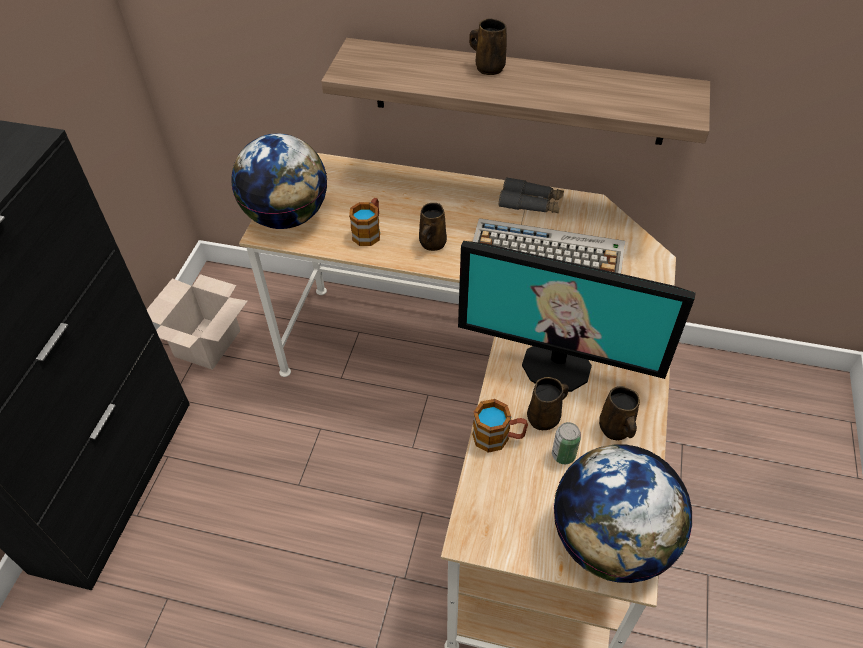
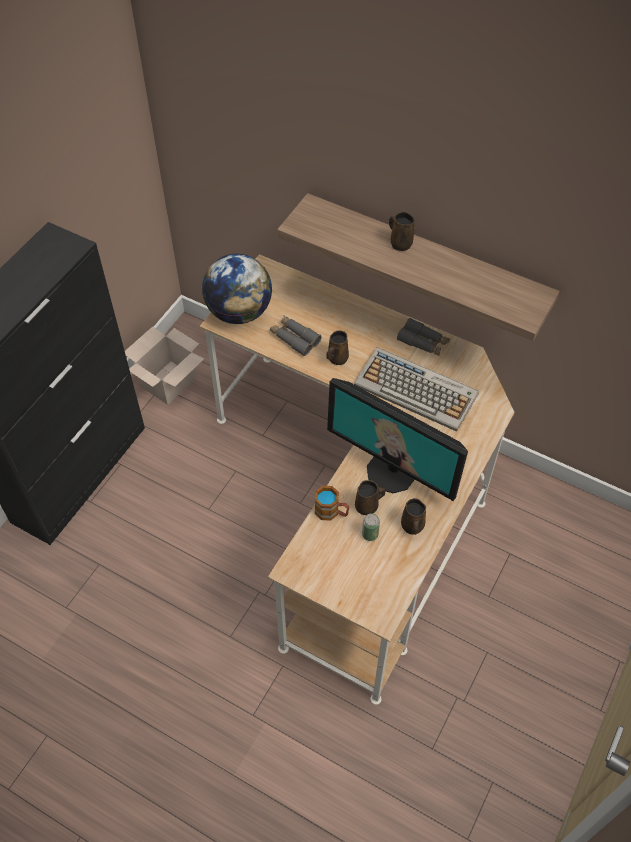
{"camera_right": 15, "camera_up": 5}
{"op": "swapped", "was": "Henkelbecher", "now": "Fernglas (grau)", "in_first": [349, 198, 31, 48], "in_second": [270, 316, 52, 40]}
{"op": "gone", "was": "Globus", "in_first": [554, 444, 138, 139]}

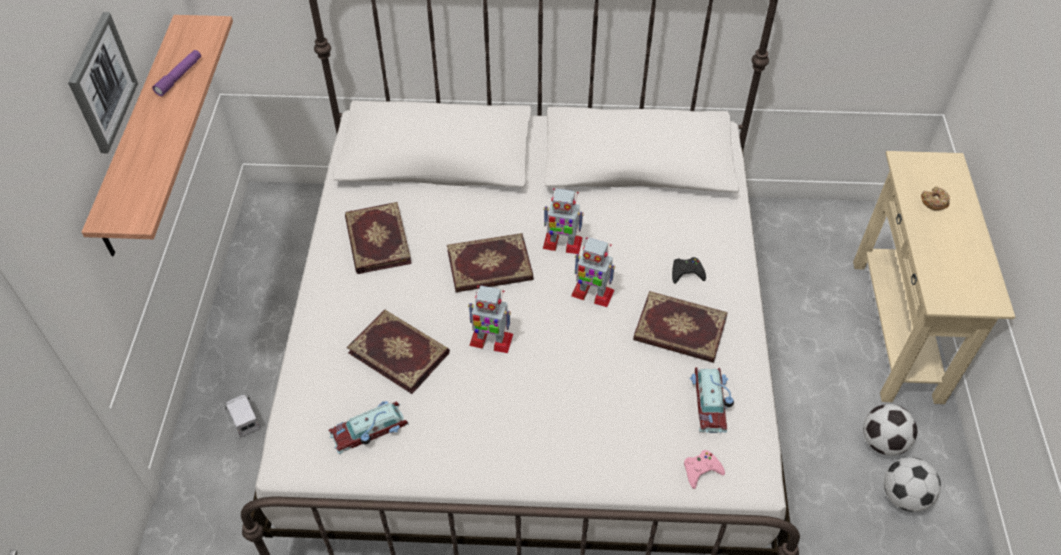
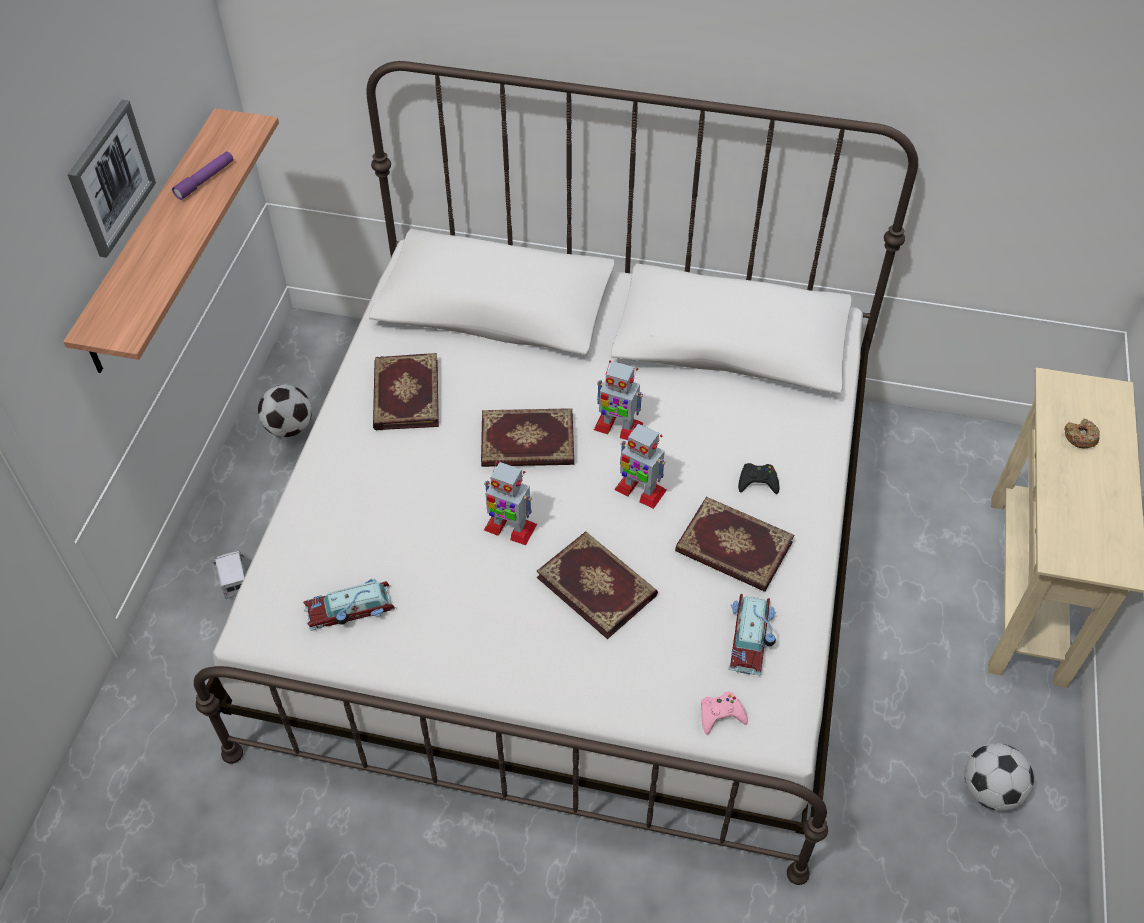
{"camera_right": 10, "camera_up": 0}
{"op": "shifted", "was": "Fußball", "in_first": [863, 404, 54, 52], "in_second": [258, 385, 54, 52]}
{"op": "shifted", "was": "Buch", "in_first": [347, 310, 103, 84], "in_second": [537, 531, 121, 108]}

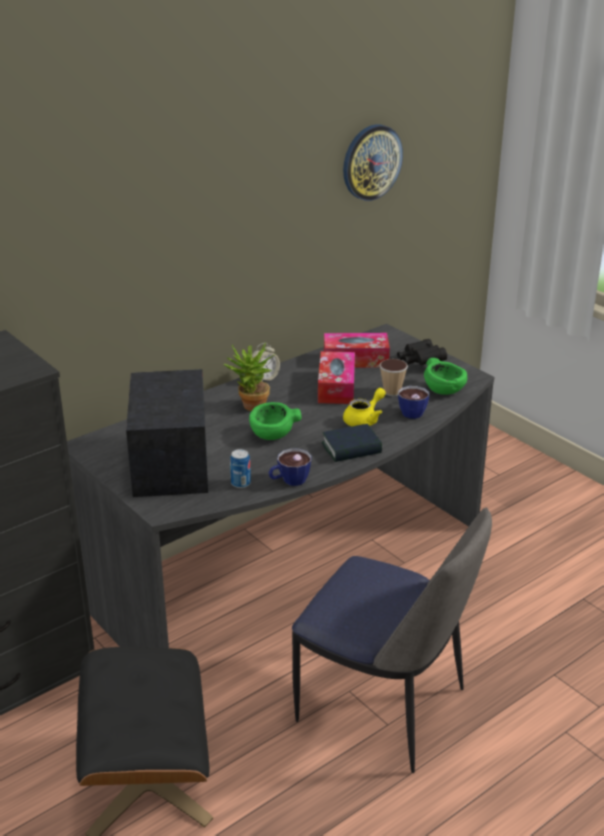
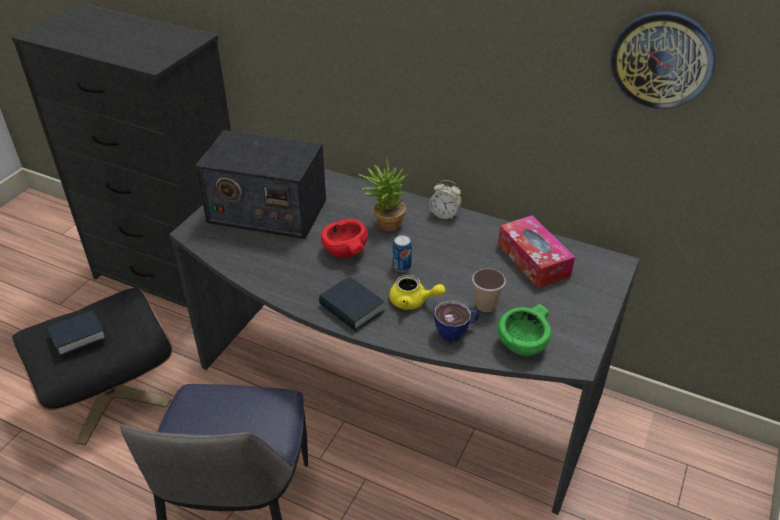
{"camera_right": 65, "camera_up": 10}
{"op": "new", "now": "Buch", "in_second": [47, 310, 59, 46]}
{"op": "rotated", "was": "Radio", "in_first": [126, 369, 82, 128], "in_second": [195, 130, 131, 109], "clockwise": -135}
{"op": "repainted", "was": "Schüssel (grün)", "now": "Schüssel (rot)", "in_first": [249, 402, 53, 38], "in_second": [321, 219, 47, 39]}
{"op": "shifted", "was": "Dose", "in_first": [230, 449, 21, 39], "in_second": [393, 235, 19, 37]}
{"op": "gone", "was": "Tasse", "in_first": [268, 448, 43, 38]}
{"op": "gone", "was": "Taschentuchbox", "in_first": [318, 351, 37, 53]}
{"op": "gone", "was": "Fernglas (schwarz)", "in_first": [397, 339, 50, 26]}

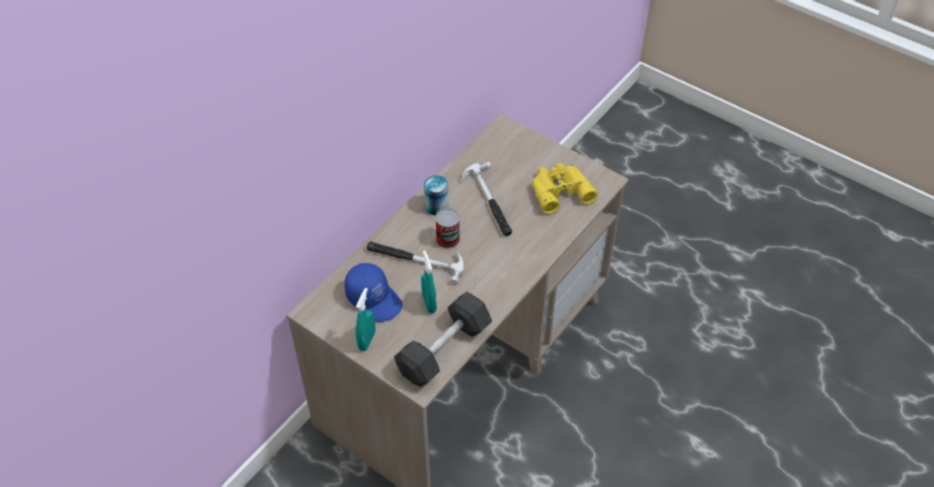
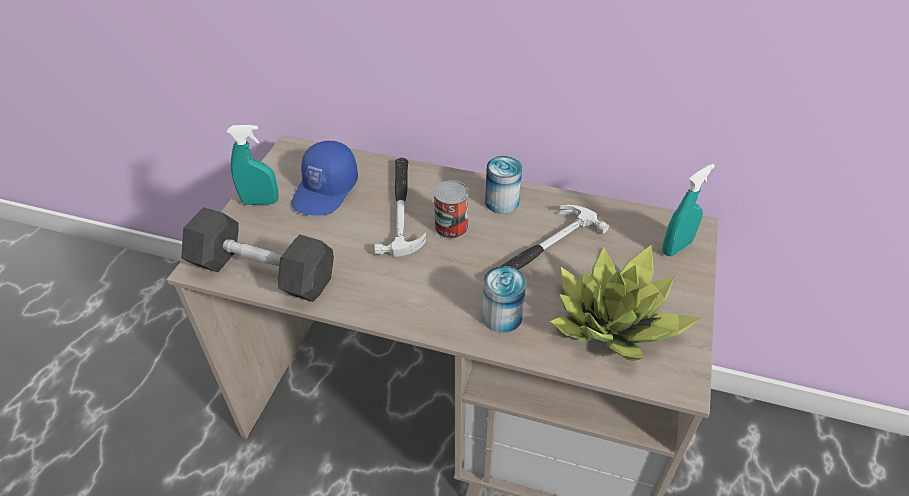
{"camera_right": 70, "camera_up": -5}
{"op": "new", "now": "Dose", "in_second": [482, 266, 44, 67]}
{"op": "swapped", "was": "Fernglas (gelb)", "now": "Topfpflanze", "in_first": [532, 163, 66, 51], "in_second": [550, 245, 151, 116]}
{"op": "shifted", "was": "Sprühflasche (türkis)", "in_first": [421, 250, 16, 64], "in_second": [662, 164, 53, 92]}

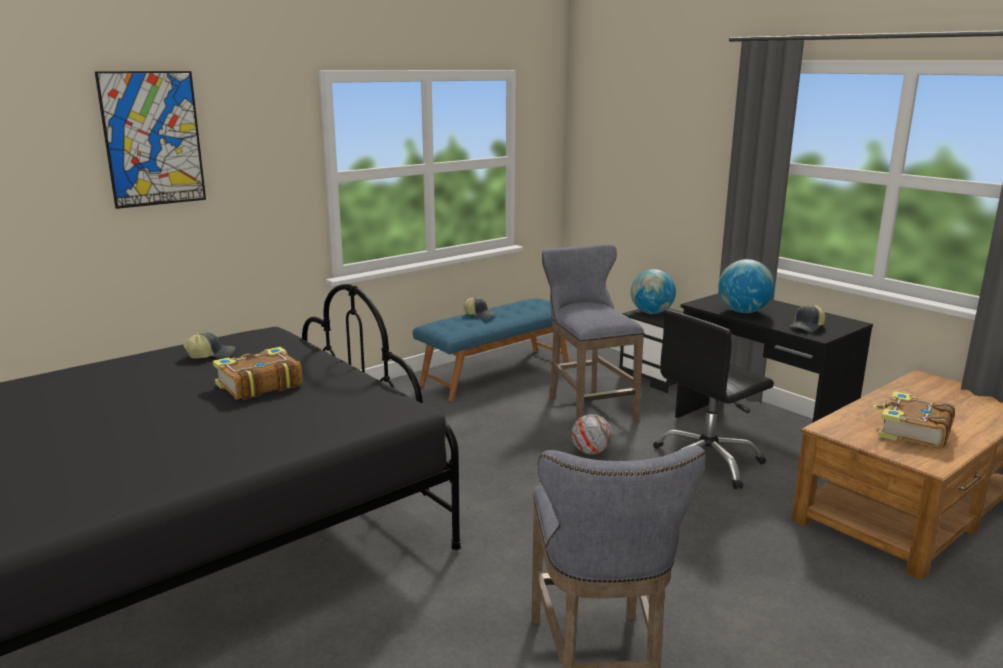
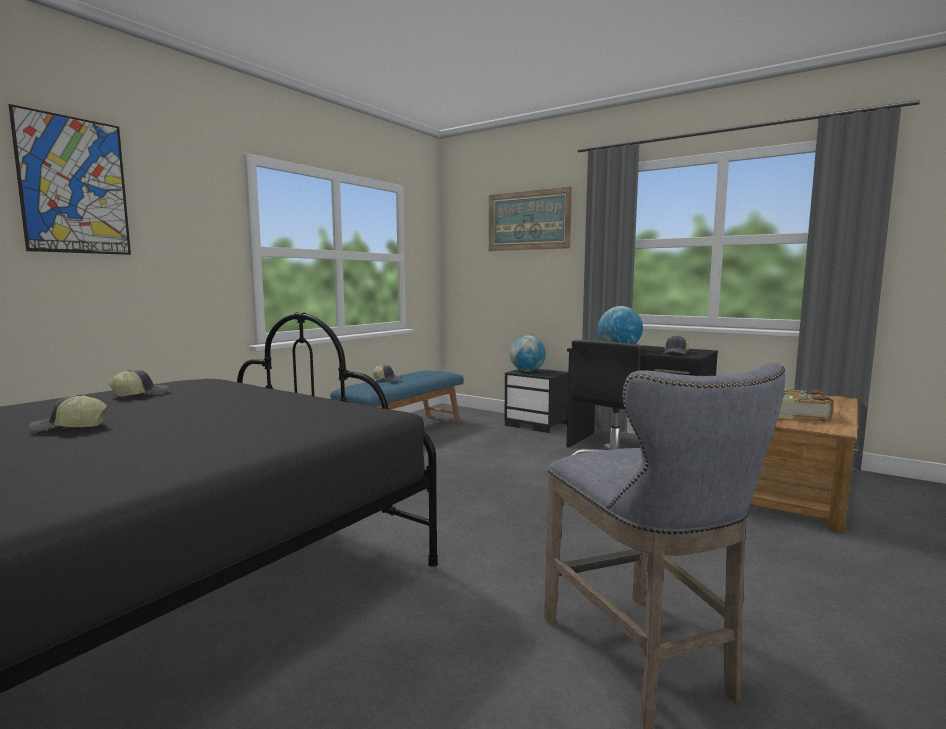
{"camera_right": -15, "camera_up": -10}
{"op": "new", "now": "Kappe", "in_second": [28, 394, 80, 38]}
{"op": "new", "now": "Bild", "in_second": [489, 186, 83, 65]}
{"op": "gone", "was": "Buch", "in_first": [213, 347, 90, 53]}
{"op": "gone", "was": "Hocker (grau)", "in_first": [542, 244, 102, 178]}
{"op": "gone", "was": "Fußball", "in_first": [571, 414, 41, 40]}

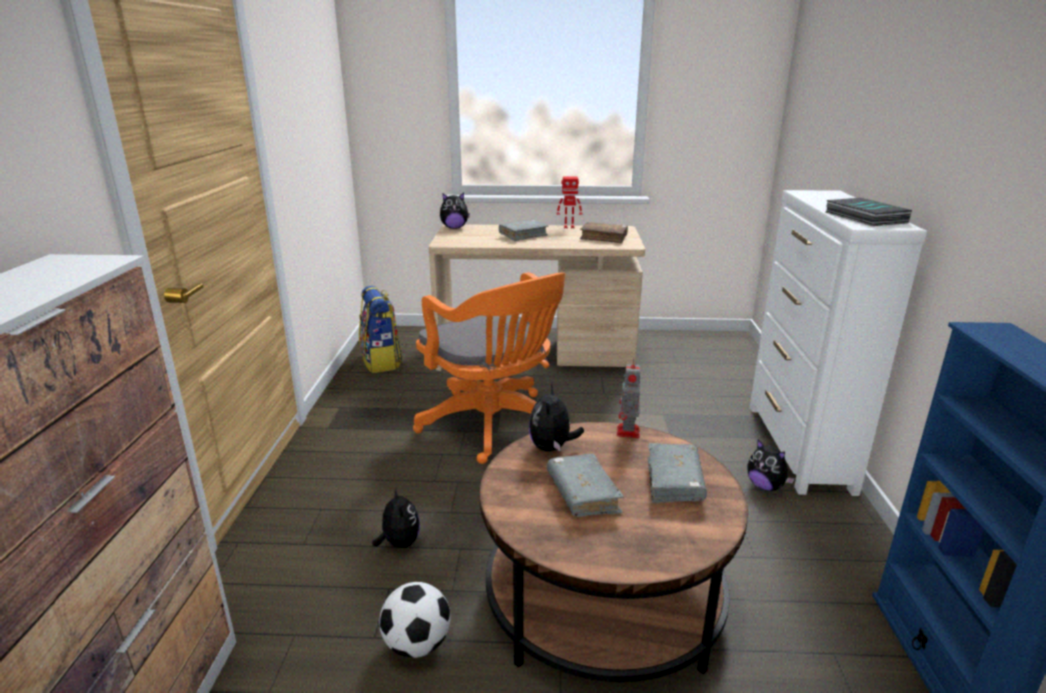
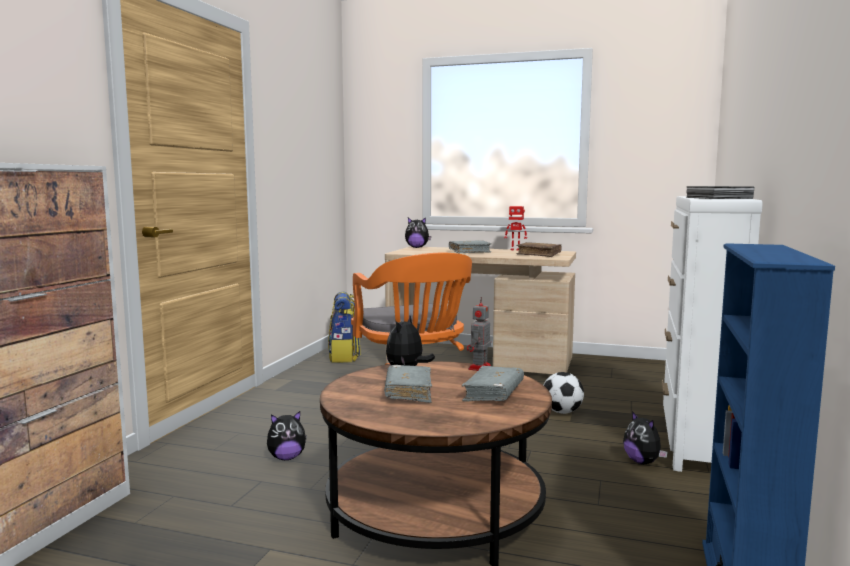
{"camera_right": 15, "camera_up": -15}
{"op": "rotated", "was": "Plüschtier", "in_first": [372, 487, 48, 61], "in_second": [267, 411, 40, 49], "clockwise": 75}
{"op": "shifted", "was": "Fußball", "in_first": [379, 582, 72, 76], "in_second": [543, 372, 41, 42]}

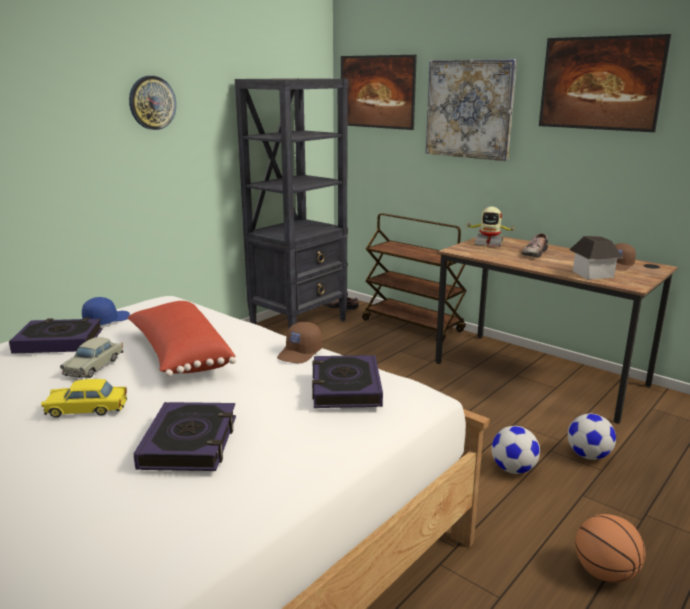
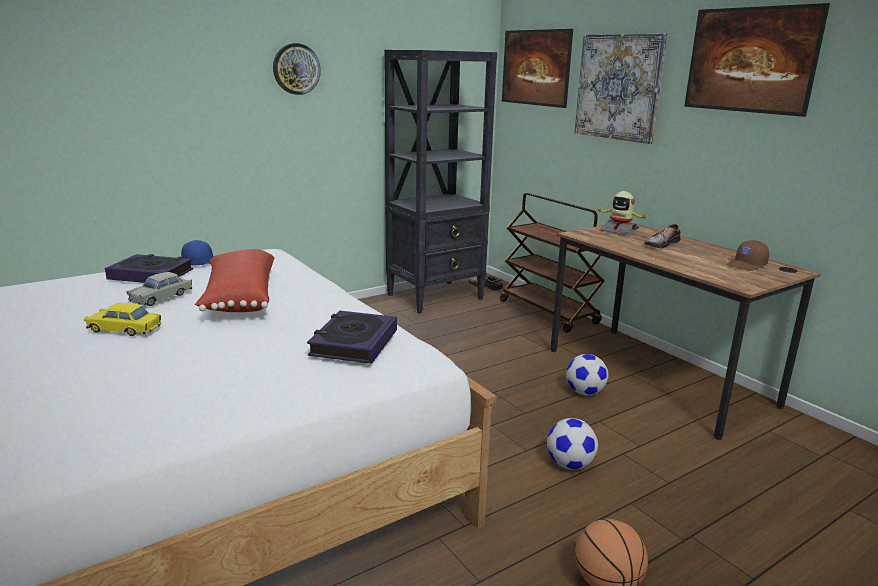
{"camera_right": 15, "camera_up": 0}
{"op": "shifted", "was": "Fußball", "in_first": [568, 413, 48, 47], "in_second": [566, 354, 42, 41]}
{"op": "gone", "was": "Buch", "in_first": [134, 402, 102, 69]}
{"op": "gone", "was": "Kappe (braun)", "in_first": [277, 322, 45, 41]}
{"op": "gone", "was": "Spielzeughaus", "in_first": [570, 236, 53, 43]}

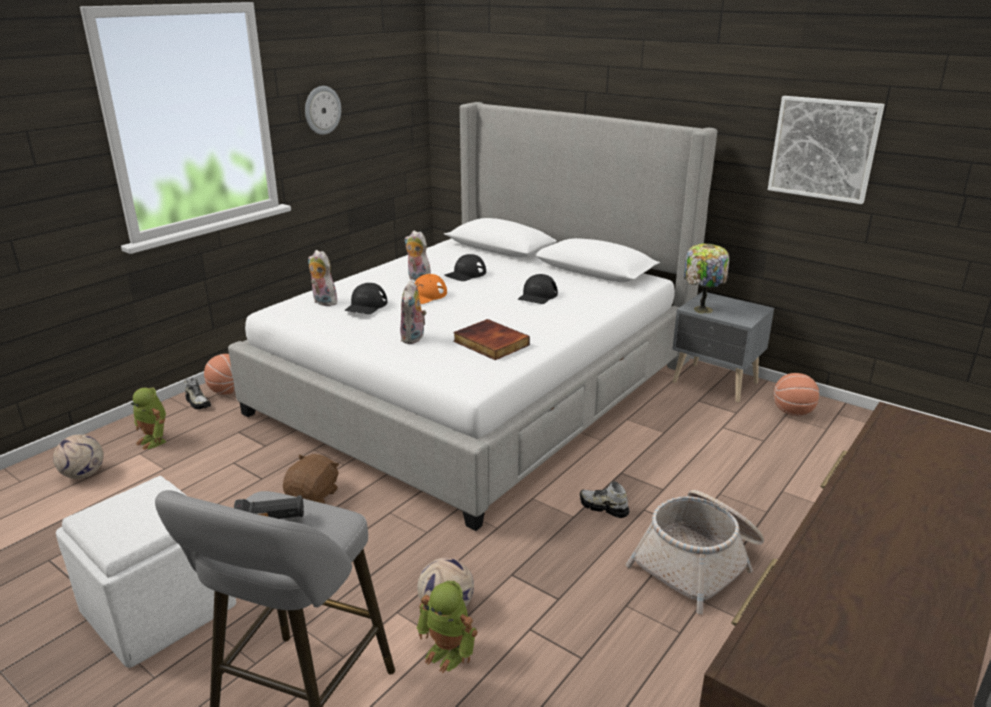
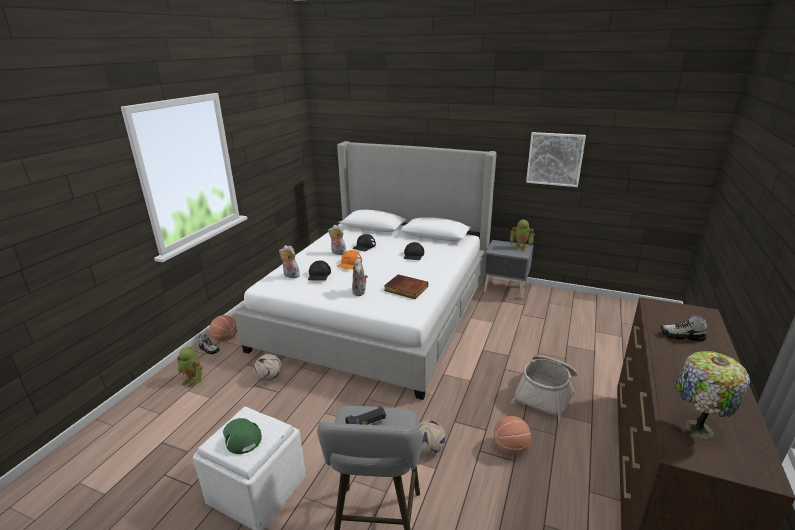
{"camera_right": -15, "camera_up": 0}
{"op": "new", "now": "Kappe (grün)", "in_second": [223, 418, 39, 36]}
{"op": "shifted", "was": "Fußball", "in_first": [53, 434, 51, 45], "in_second": [254, 354, 28, 27]}
{"op": "shifted", "was": "Basketball", "in_first": [774, 373, 45, 43], "in_second": [494, 416, 37, 39]}
{"op": "shifted", "was": "Spielzeugroboter", "in_first": [417, 581, 61, 92], "in_second": [510, 219, 25, 32]}
{"op": "shifted", "was": "Schuh", "in_first": [580, 481, 50, 37], "in_second": [661, 314, 46, 28]}
{"op": "shifted", "was": "Tischlampe", "in_first": [684, 243, 45, 70], "in_second": [675, 351, 75, 88]}
{"op": "gone", "was": "Plüschtier (braun)", "in_first": [283, 454, 56, 50]}
{"op": "gone", "was": "Wanduhr", "in_first": [305, 86, 36, 49]}

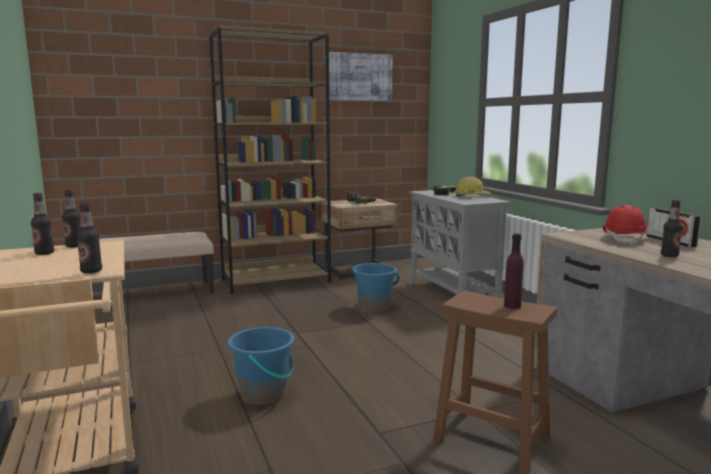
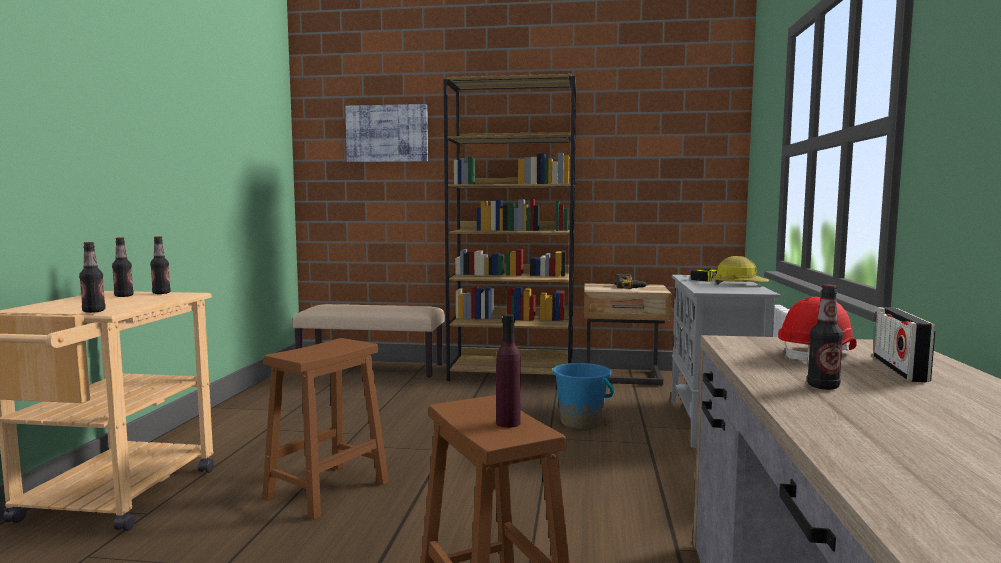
{"camera_right": 30, "camera_up": -5}
{"op": "swapped", "was": "Eimer (blau)", "now": "Hocker (braun)", "in_first": [228, 327, 66, 78], "in_second": [262, 338, 127, 182]}
{"op": "shifted", "was": "Bild", "in_first": [329, 52, 64, 49], "in_second": [345, 104, 83, 58]}

